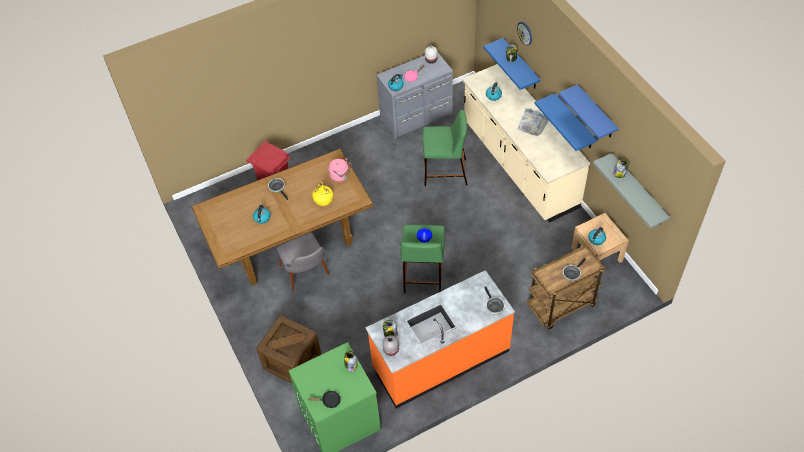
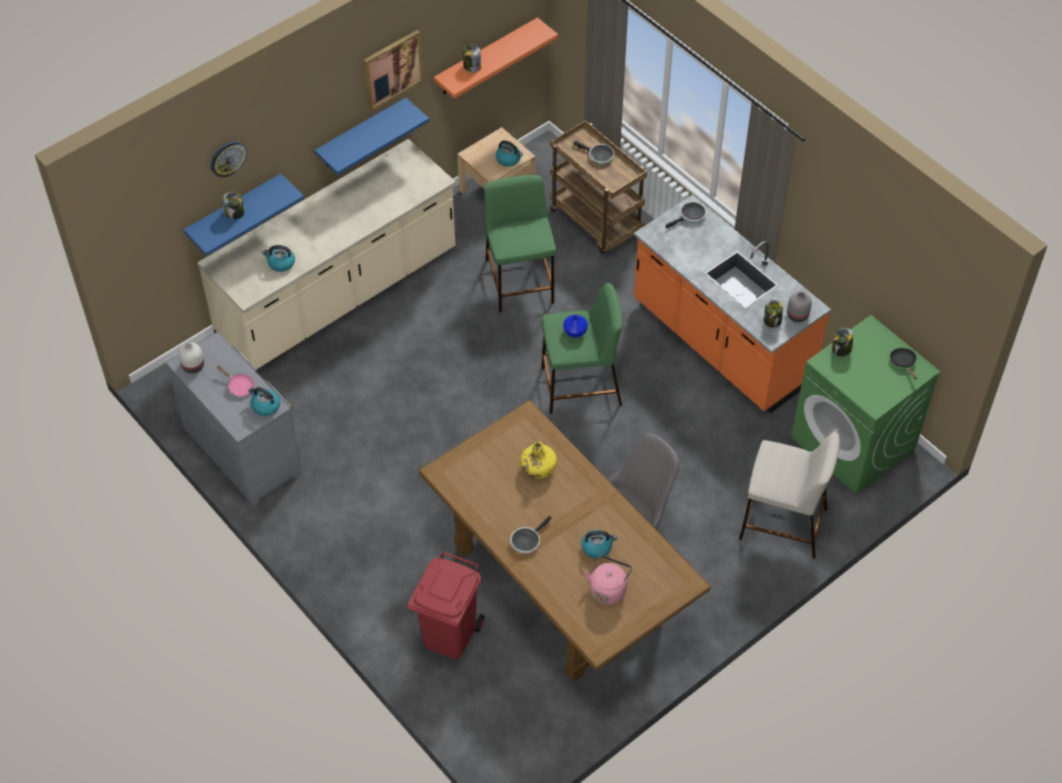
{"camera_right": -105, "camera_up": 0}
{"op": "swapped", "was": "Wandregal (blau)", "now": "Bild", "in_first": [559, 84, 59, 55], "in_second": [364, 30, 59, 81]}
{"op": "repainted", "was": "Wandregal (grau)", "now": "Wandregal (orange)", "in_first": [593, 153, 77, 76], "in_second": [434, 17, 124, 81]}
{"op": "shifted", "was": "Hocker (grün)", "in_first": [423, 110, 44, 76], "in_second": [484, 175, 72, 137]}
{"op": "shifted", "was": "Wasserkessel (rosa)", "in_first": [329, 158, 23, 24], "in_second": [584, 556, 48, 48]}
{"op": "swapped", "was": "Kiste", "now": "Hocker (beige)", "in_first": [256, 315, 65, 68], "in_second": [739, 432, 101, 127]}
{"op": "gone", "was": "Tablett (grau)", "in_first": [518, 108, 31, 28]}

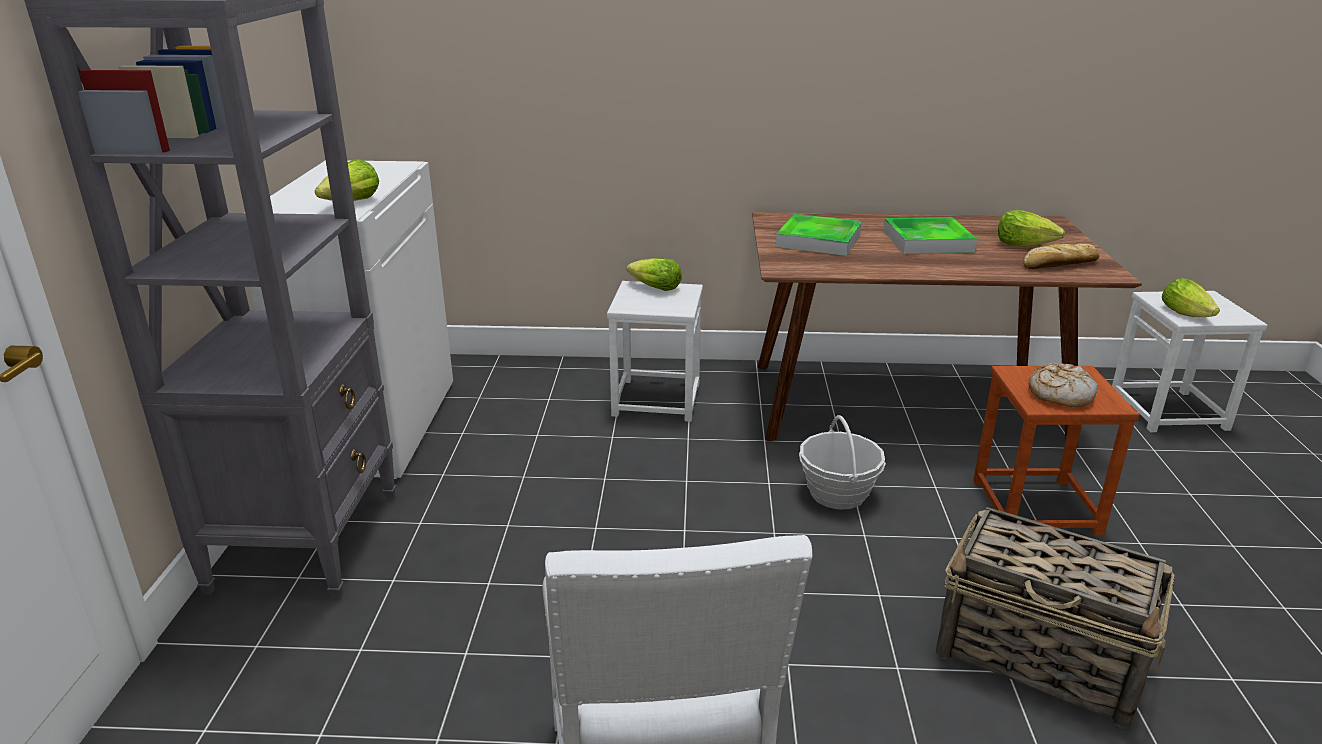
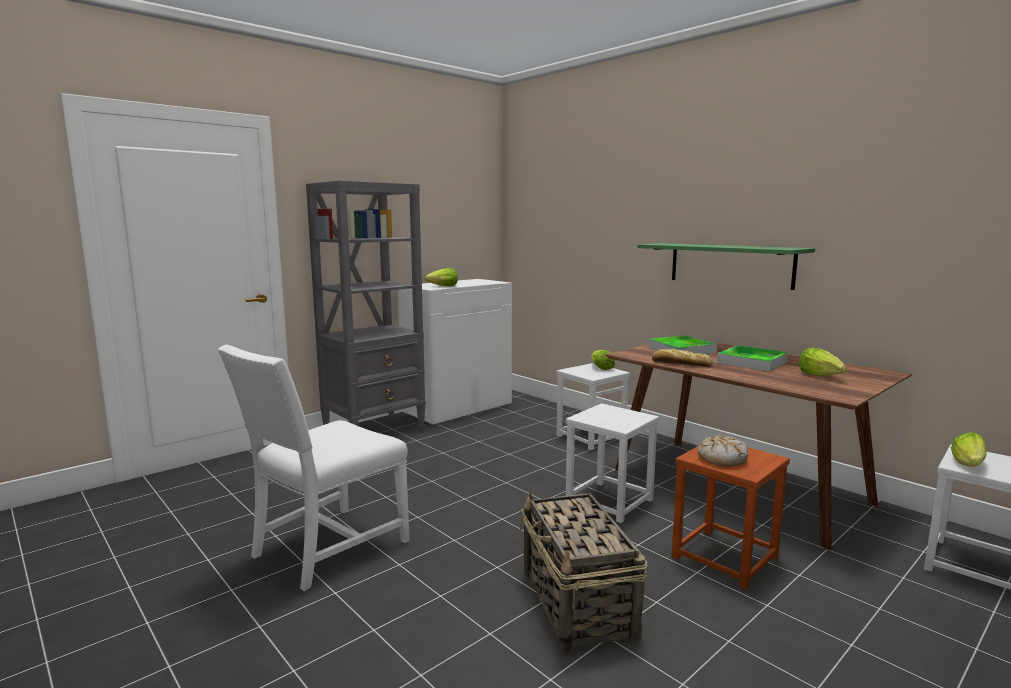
{"camera_right": 45, "camera_up": -15}
{"op": "swapped", "was": "Korb", "now": "Hocker (weiß)", "in_first": [799, 415, 87, 95], "in_second": [566, 403, 93, 120]}
{"op": "new", "now": "Wandregal (grün)", "in_second": [637, 243, 178, 47]}
{"op": "shifted", "was": "Brot", "in_first": [1023, 244, 77, 25], "in_second": [652, 349, 61, 18]}

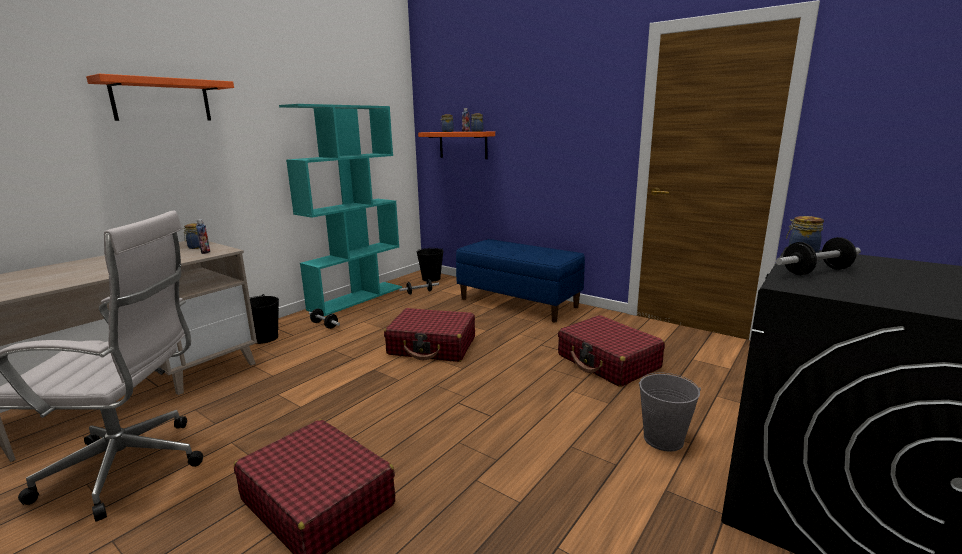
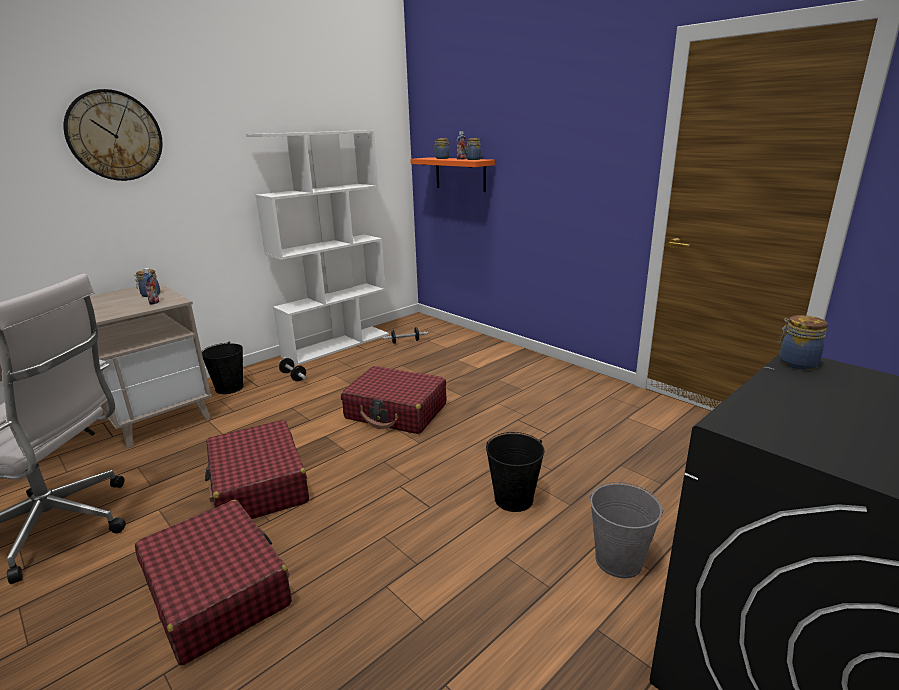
{"camera_right": 10, "camera_up": 5}
{"op": "swapped", "was": "Wandregal (orange)", "now": "Wanduhr", "in_first": [86, 74, 148, 47], "in_second": [64, 89, 99, 92]}
{"op": "shifted", "was": "Koffer (rot)", "in_first": [558, 315, 107, 72], "in_second": [205, 420, 104, 99]}
{"op": "repainted", "was": "Bücherregal (türkis)", "now": "Bücherregal (weiß)", "in_first": [279, 104, 123, 212], "in_second": [246, 130, 143, 236]}
{"op": "shifted", "was": "Eimer (schwarz)", "in_first": [417, 248, 26, 34], "in_second": [486, 432, 58, 80]}
{"op": "gone", "was": "Bank (blau)", "in_first": [456, 239, 129, 83]}
{"op": "gone", "was": "Hantel", "in_first": [776, 237, 85, 38]}

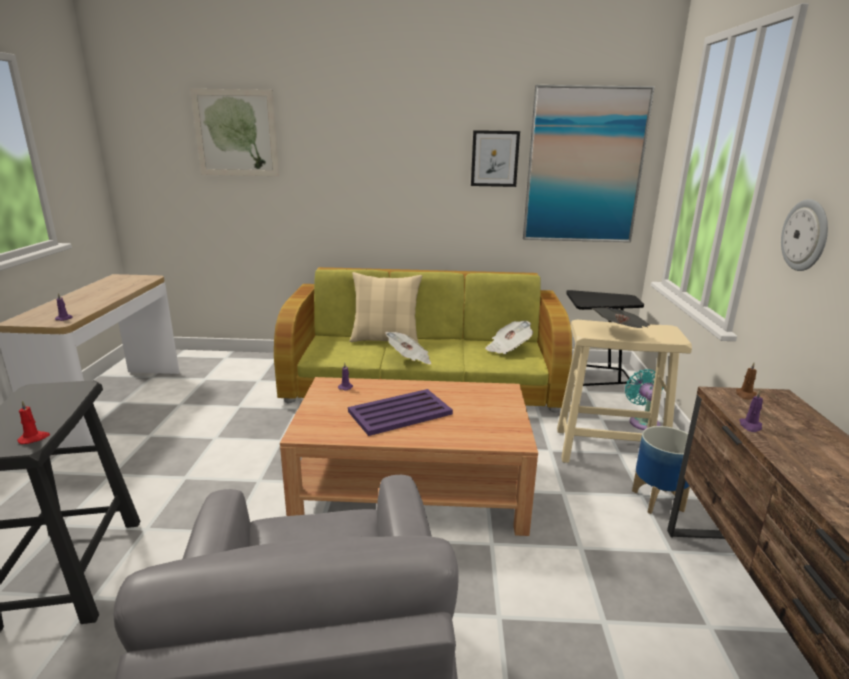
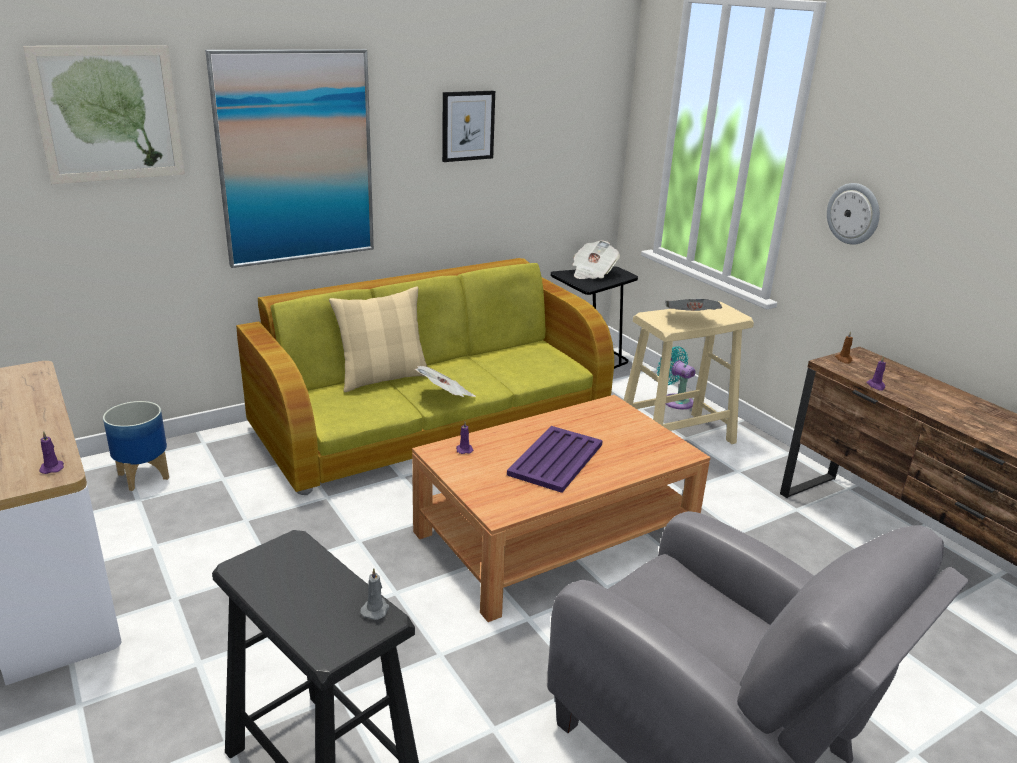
{"camera_right": -35, "camera_up": 5}
{"op": "shifted", "was": "Pflanzkübel", "in_first": [632, 426, 58, 88], "in_second": [103, 401, 66, 90]}
{"op": "shifted", "was": "Bild", "in_first": [523, 85, 132, 157], "in_second": [205, 49, 169, 219]}
{"op": "repainted", "was": "Kerze (rot)", "now": "Kerze (grau)", "in_first": [17, 400, 33, 44], "in_second": [360, 568, 29, 52]}
{"op": "shifted", "was": "Zeitung", "in_first": [485, 321, 48, 33], "in_second": [572, 240, 48, 39]}

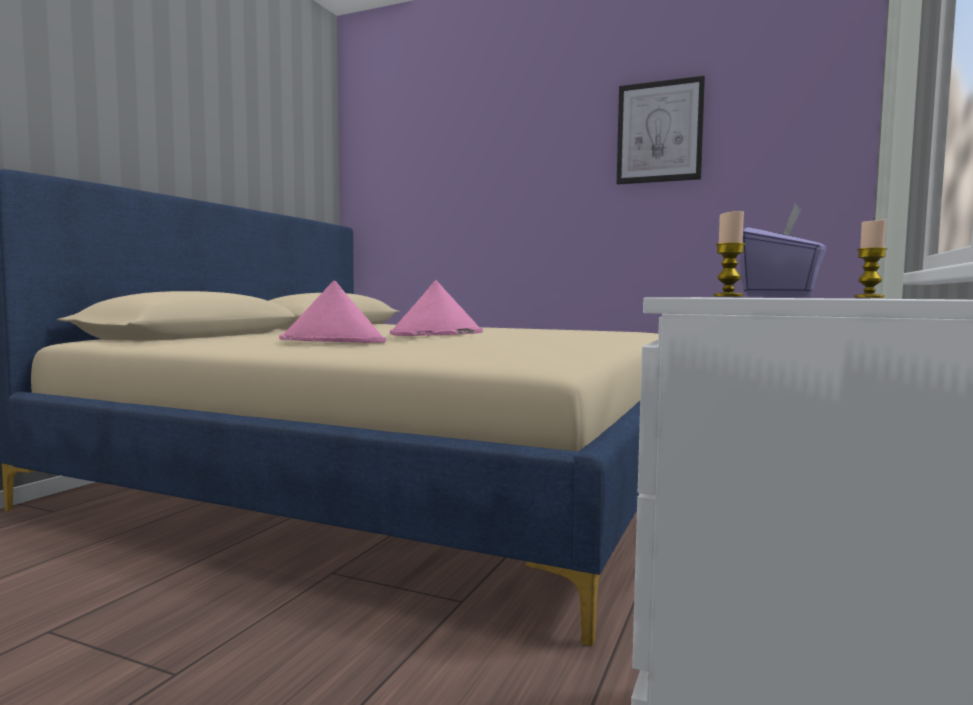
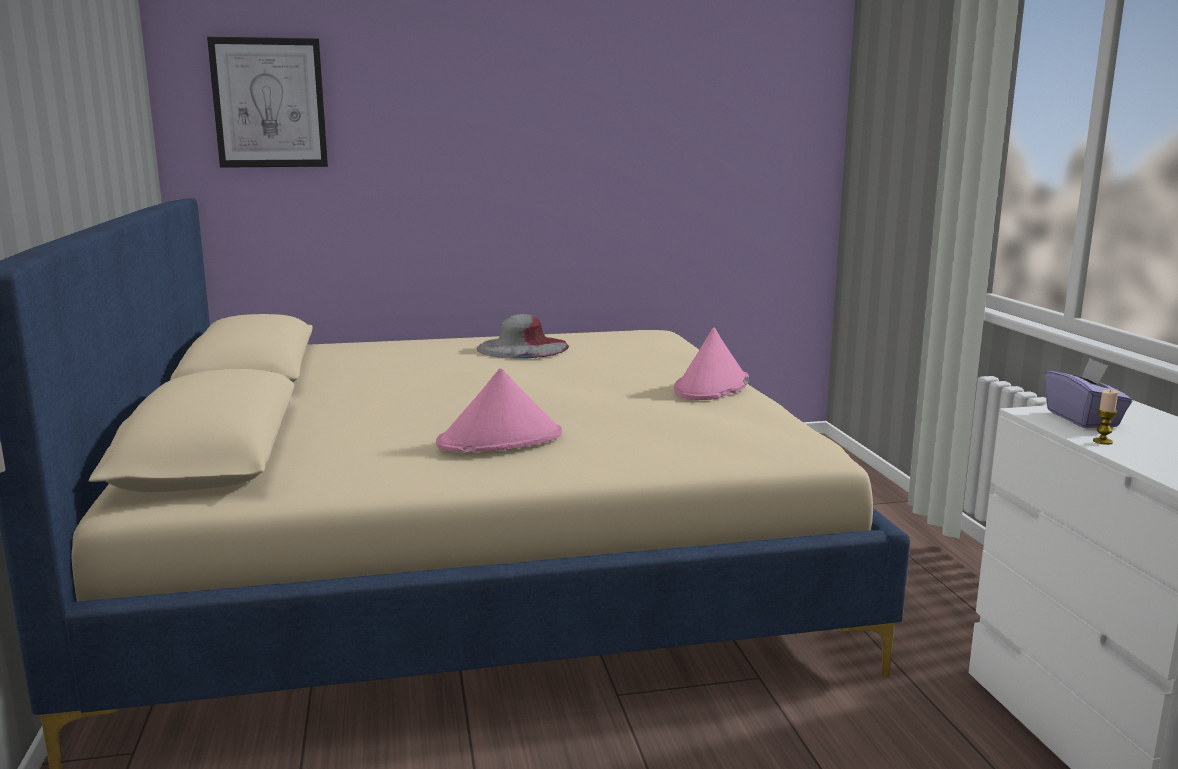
{"camera_right": -35, "camera_up": 10}
{"op": "shifted", "was": "Bild", "in_first": [617, 75, 88, 110], "in_second": [207, 37, 121, 131]}
{"op": "new", "now": "Hut (grau)", "in_second": [477, 314, 92, 45]}
{"op": "shifted", "was": "Hut (rosa)", "in_first": [390, 280, 93, 56], "in_second": [674, 327, 75, 73]}
{"op": "gone", "was": "Kerze", "in_first": [854, 219, 34, 79]}

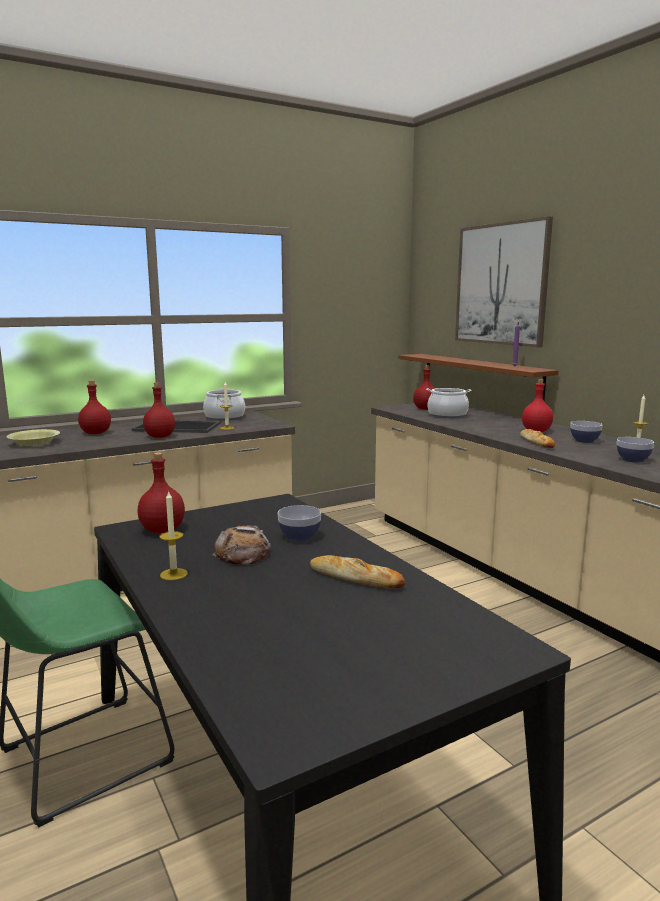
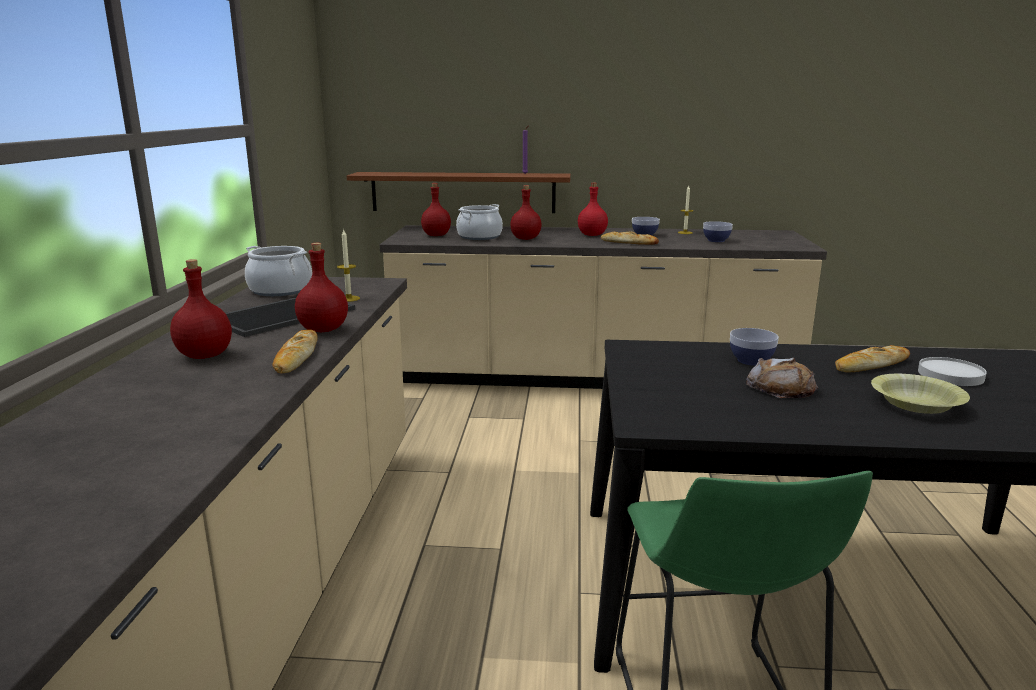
{"camera_right": -55, "camera_up": 5}
{"op": "new", "now": "Brot", "in_second": [272, 329, 46, 44]}
{"op": "shifted", "was": "Flasche (rot)", "in_first": [138, 452, 47, 81], "in_second": [510, 185, 32, 55]}
{"op": "shifted", "was": "Schüssel (gelb)", "in_first": [6, 429, 54, 17], "in_second": [871, 374, 99, 40]}
{"op": "new", "now": "Teller (weiß)", "in_second": [918, 357, 69, 29]}
{"op": "gone", "was": "Kerze", "in_first": [160, 490, 28, 90]}
{"op": "gone", "was": "Bild", "in_first": [455, 216, 98, 131]}

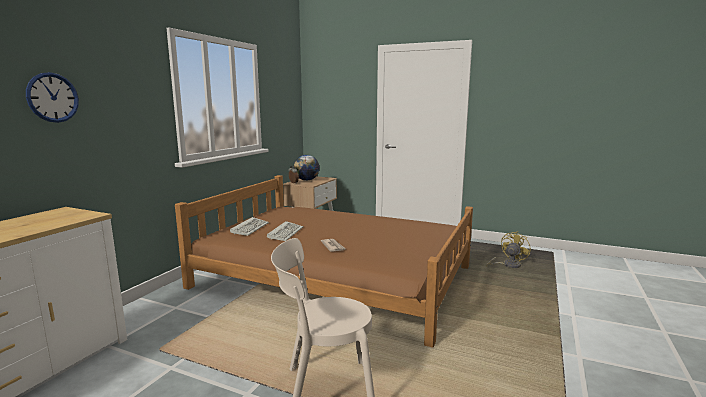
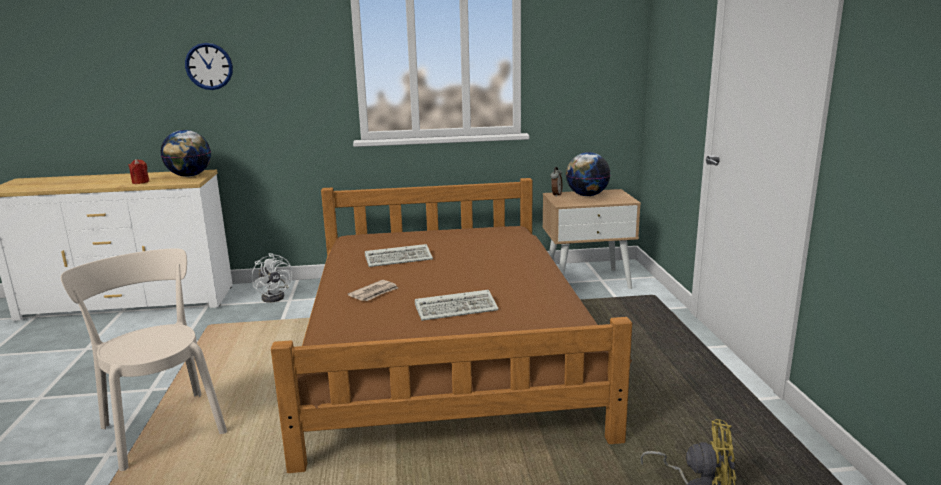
{"camera_right": 60, "camera_up": 5}
{"op": "new", "now": "Kerze (rot)", "in_second": [128, 159, 21, 25]}
{"op": "new", "now": "Globus", "in_second": [161, 130, 50, 47]}
{"op": "new", "now": "Ventilator (weiß)", "in_second": [252, 253, 40, 50]}
{"op": "shifted", "was": "Tastatur", "in_first": [230, 217, 39, 19], "in_second": [415, 290, 84, 31]}

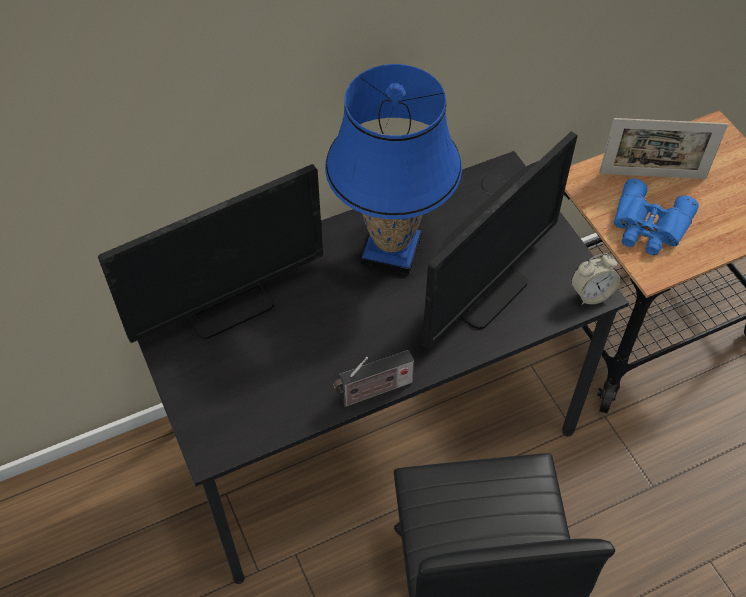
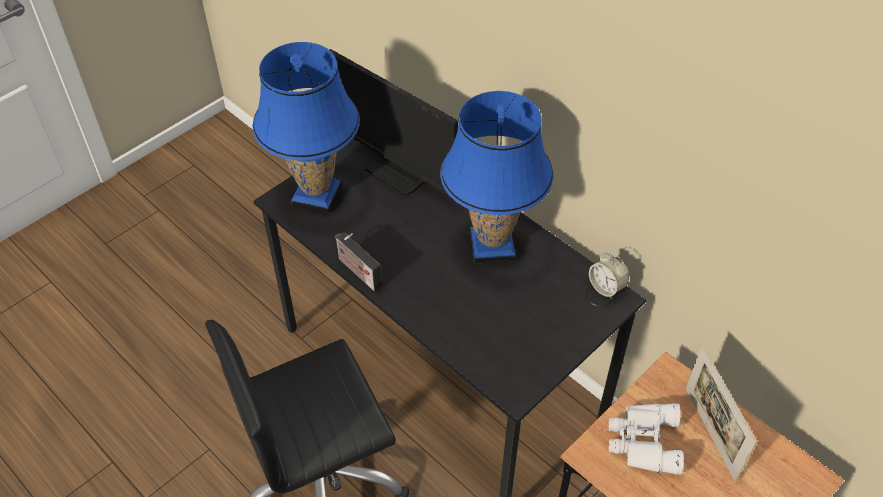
{"camera_right": 70, "camera_up": -5}
{"op": "new", "now": "Tischlampe (blau)", "in_second": [253, 42, 107, 172]}
{"op": "shifted", "was": "Wecker", "in_first": [571, 253, 49, 52], "in_second": [589, 252, 40, 47]}
{"op": "repainted", "was": "Fernglas (blau)", "now": "Fernglas (weiß)", "in_first": [614, 179, 85, 76], "in_second": [609, 403, 75, 72]}
{"op": "gone", "was": "Monitor", "in_first": [422, 132, 155, 217]}

